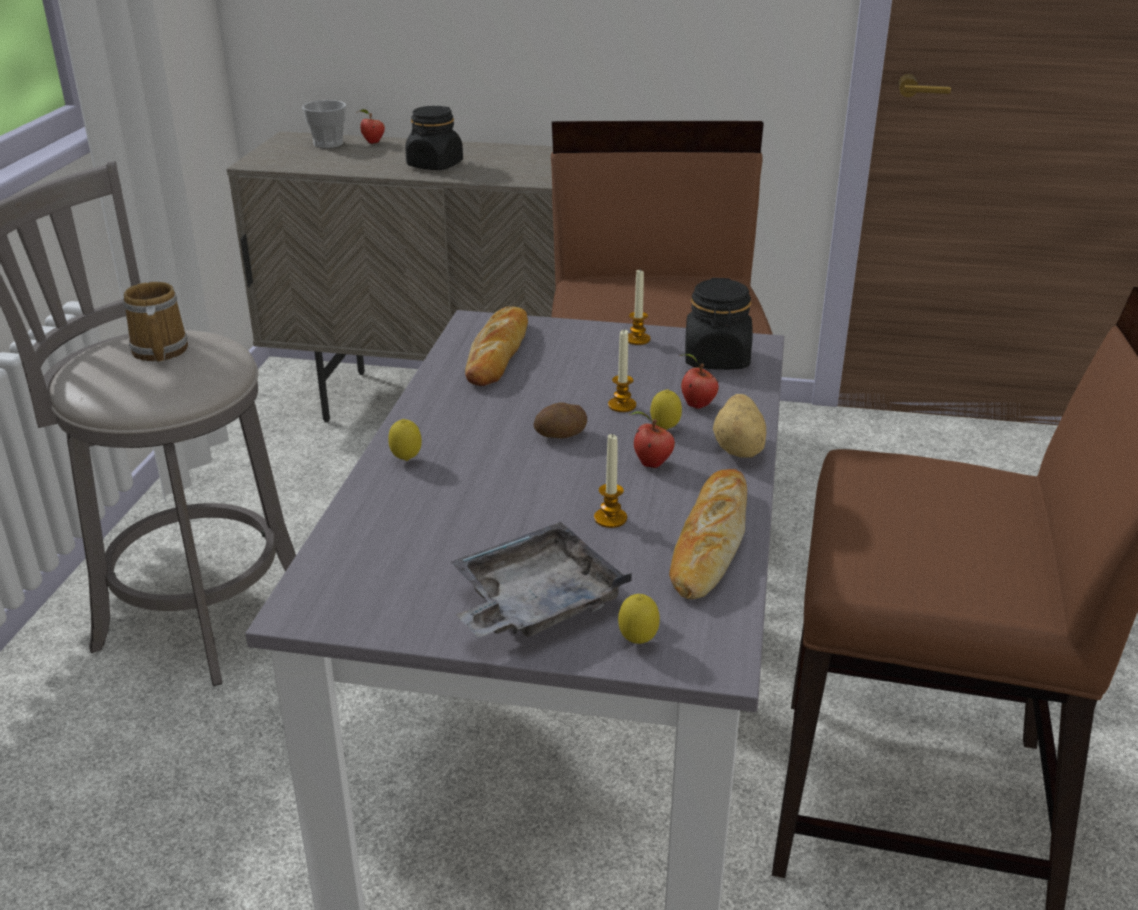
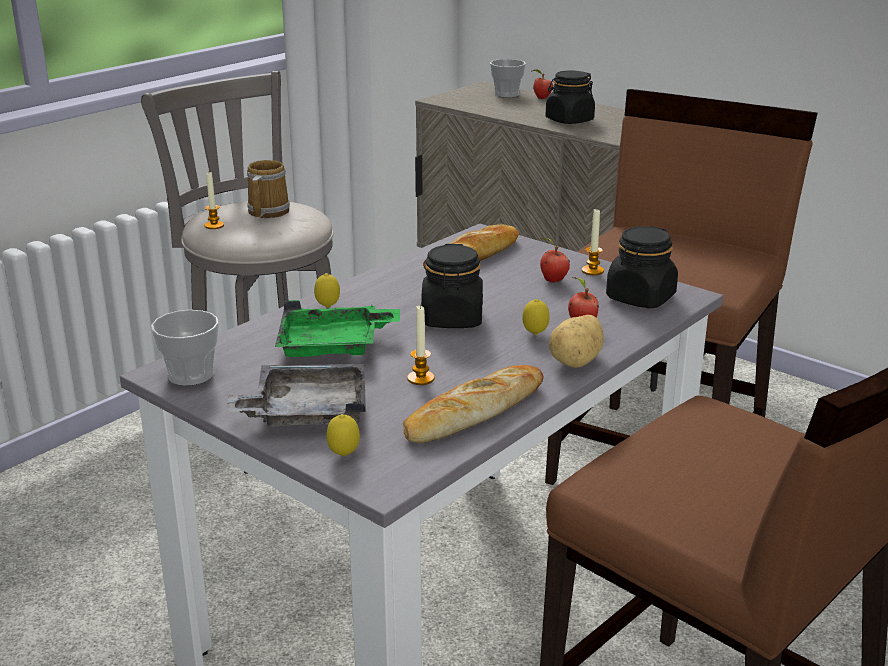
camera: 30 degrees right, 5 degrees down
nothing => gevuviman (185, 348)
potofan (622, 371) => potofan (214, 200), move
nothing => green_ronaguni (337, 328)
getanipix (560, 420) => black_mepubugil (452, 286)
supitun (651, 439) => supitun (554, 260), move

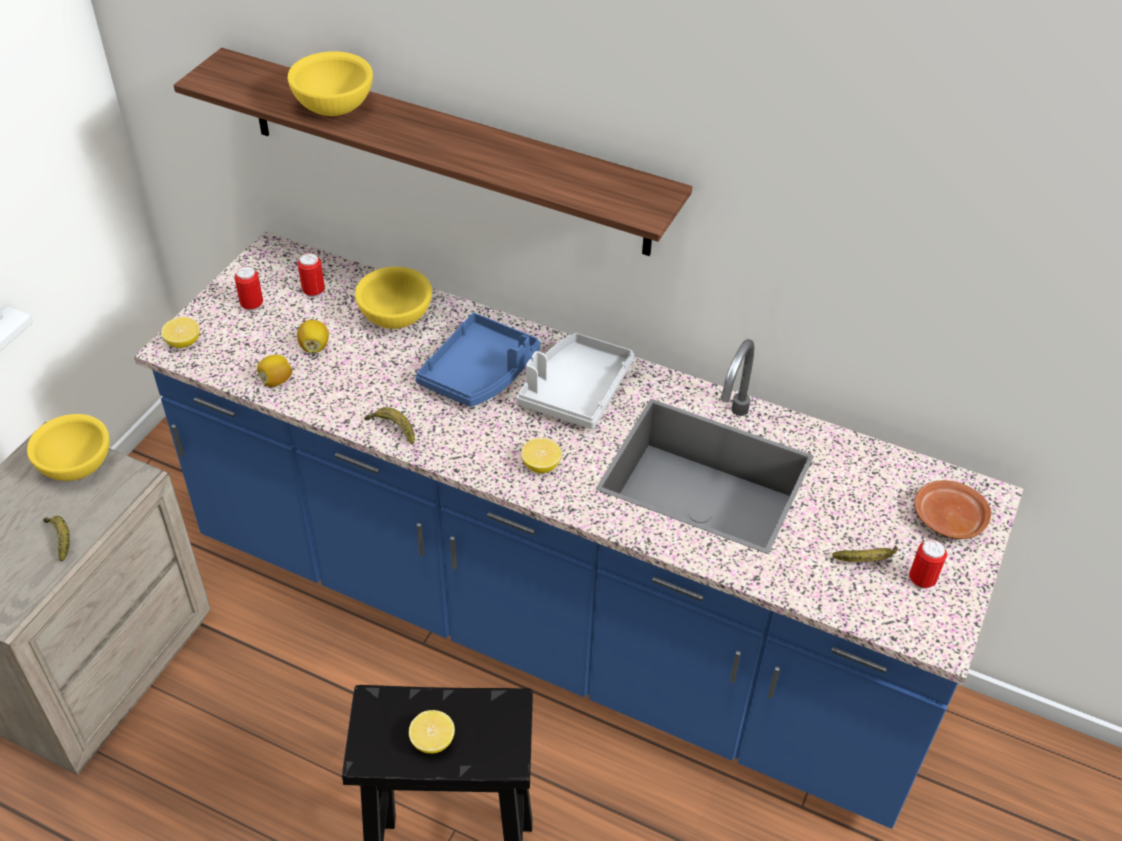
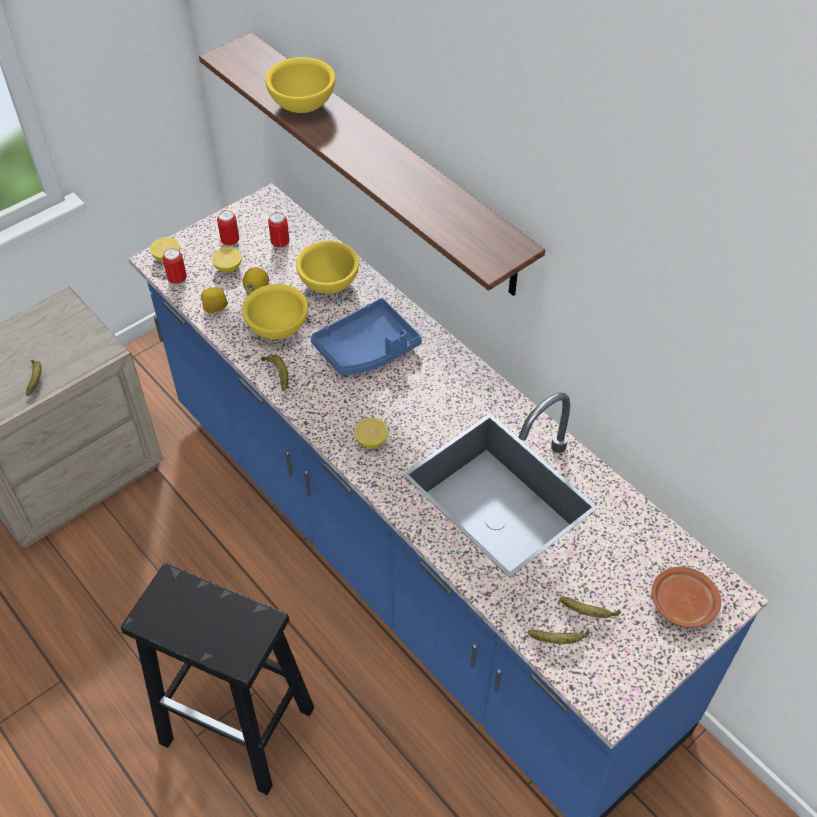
camera: 25 degrees right, 5 degrees up
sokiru (928, 564) => sokiru (175, 266), move
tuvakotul (432, 732) => tuvakotul (227, 259), move
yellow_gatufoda (68, 447) => yellow_gatufoda (275, 312), move
nothing => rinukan (559, 637)
grey_ronaguni (575, 381) => nothing

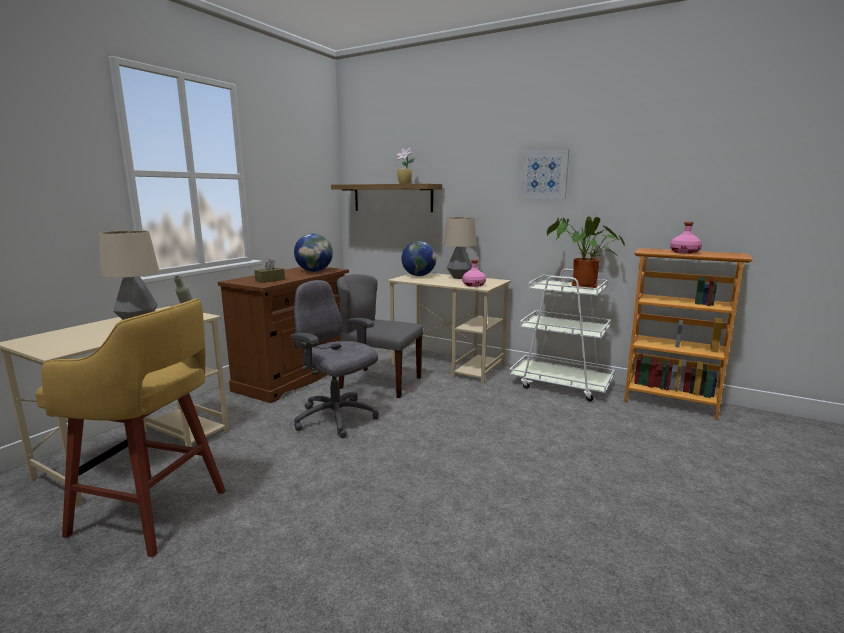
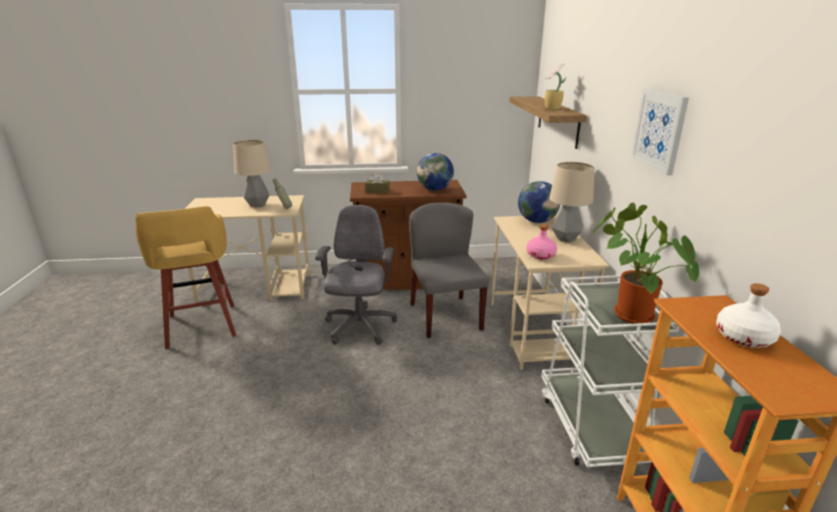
camera: 55 degrees right, 10 degrees up
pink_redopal (686, 238) => white_redopal (748, 315)

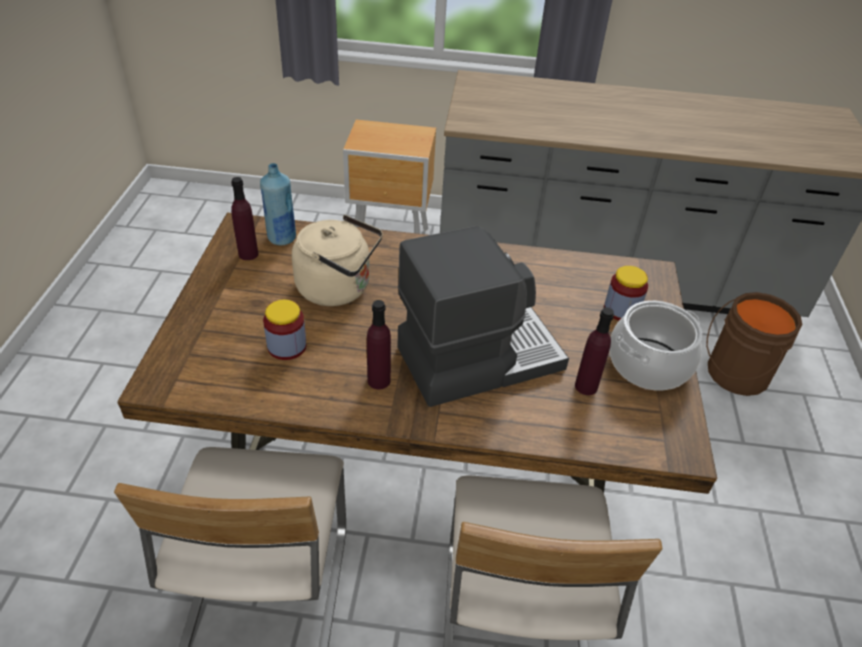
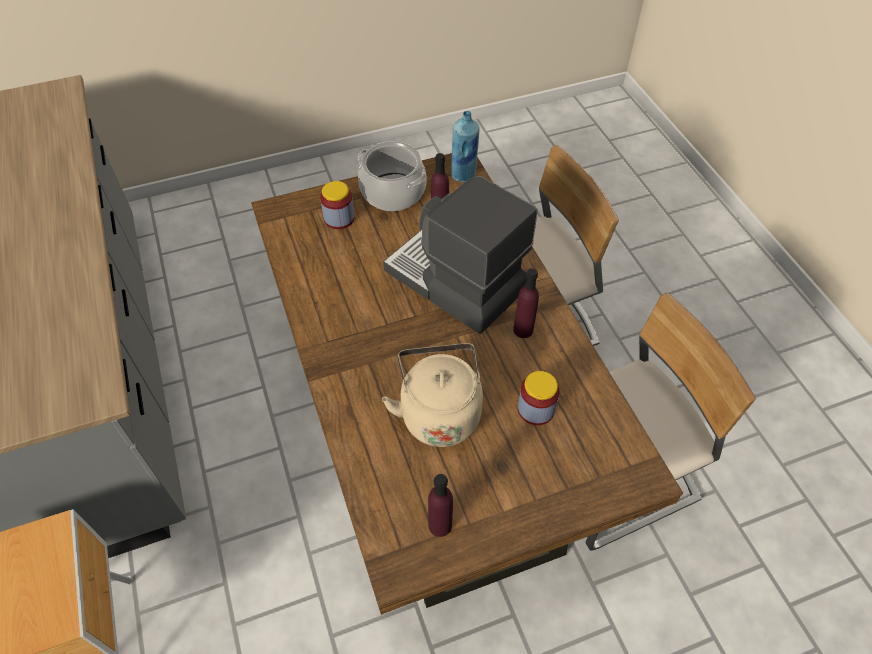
camera: 115 degrees left, 10 degrees up
blue_redopal (278, 204) => blue_redopal (465, 146), move
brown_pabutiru (754, 344) => nothing

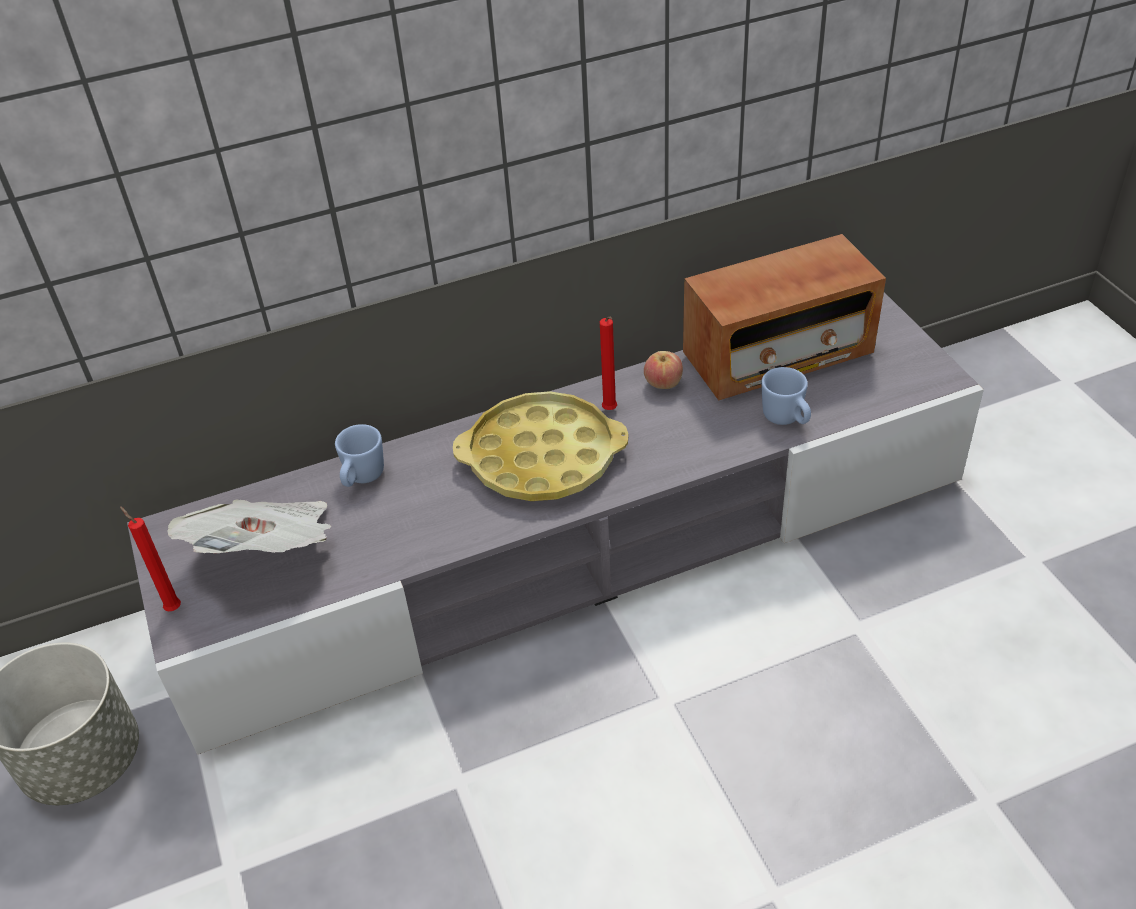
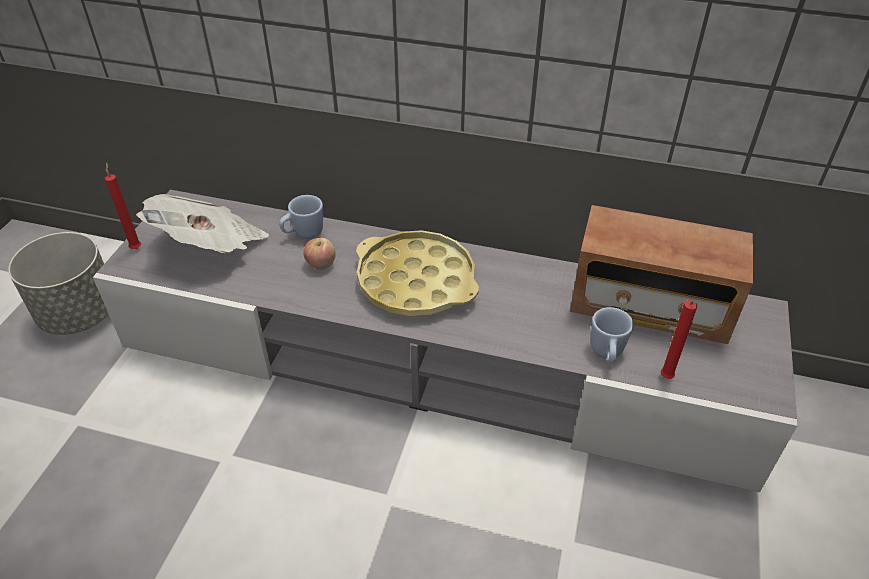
camera: 35 degrees right, 0 degrees up
supitun (663, 370) => supitun (319, 254), move
red_potofan (608, 363) => red_potofan (679, 339), move

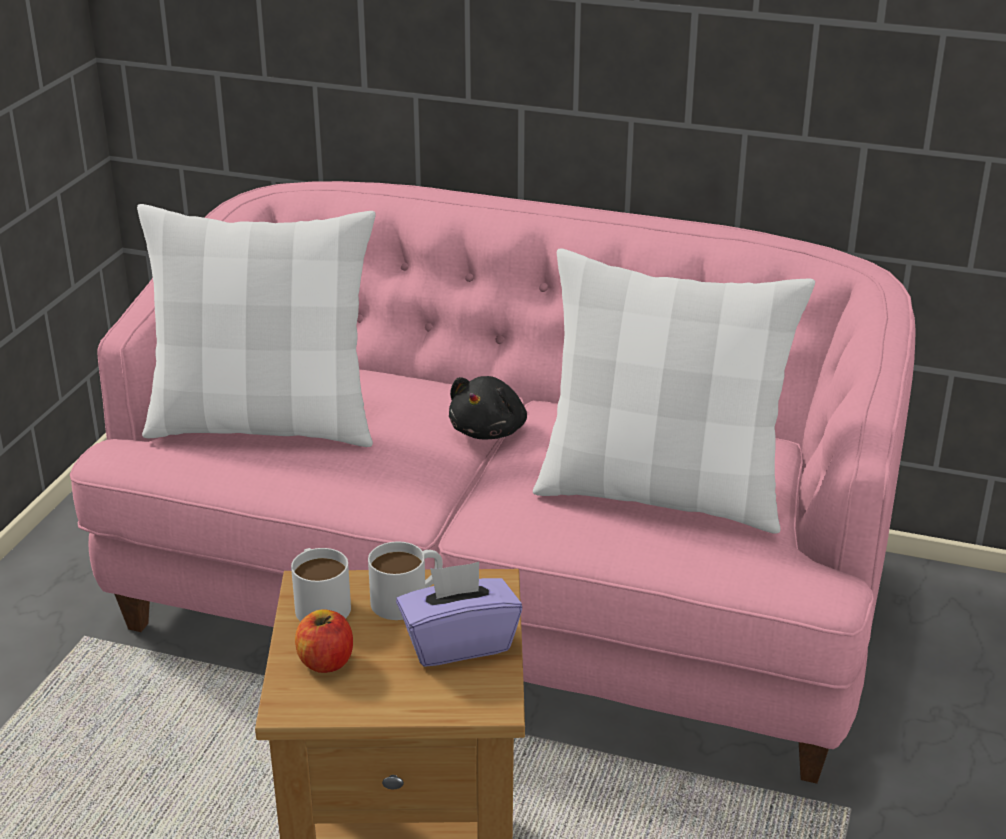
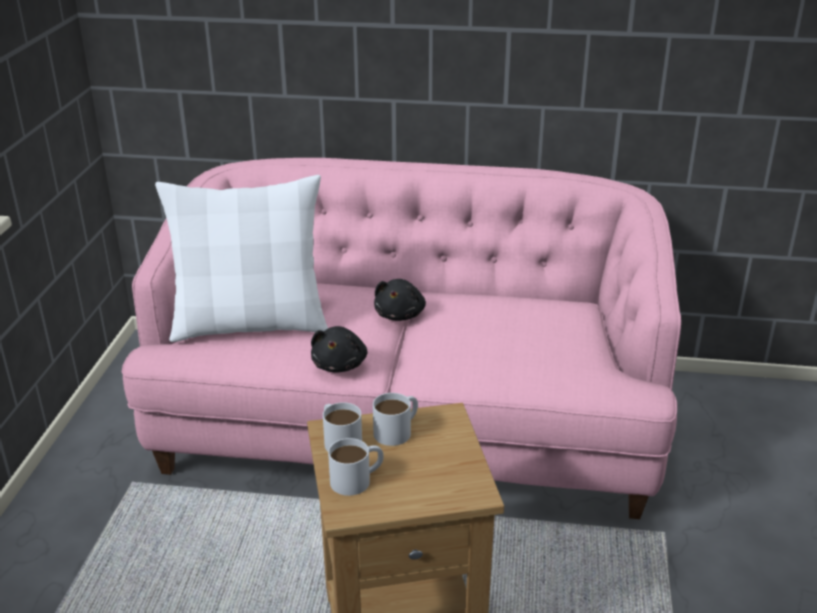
camera: 10 degrees left, 0 degrees up
nothing => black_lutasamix (339, 349)
supitun (324, 641) => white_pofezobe (356, 467)
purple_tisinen (459, 614) => nothing
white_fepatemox (674, 391) => nothing

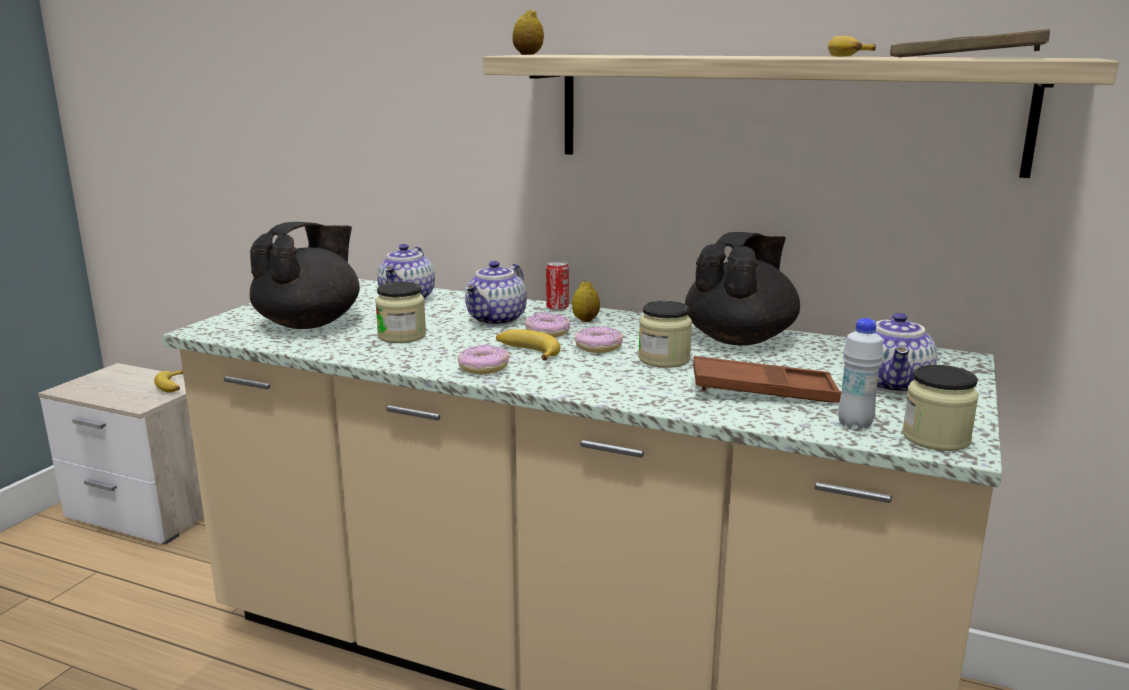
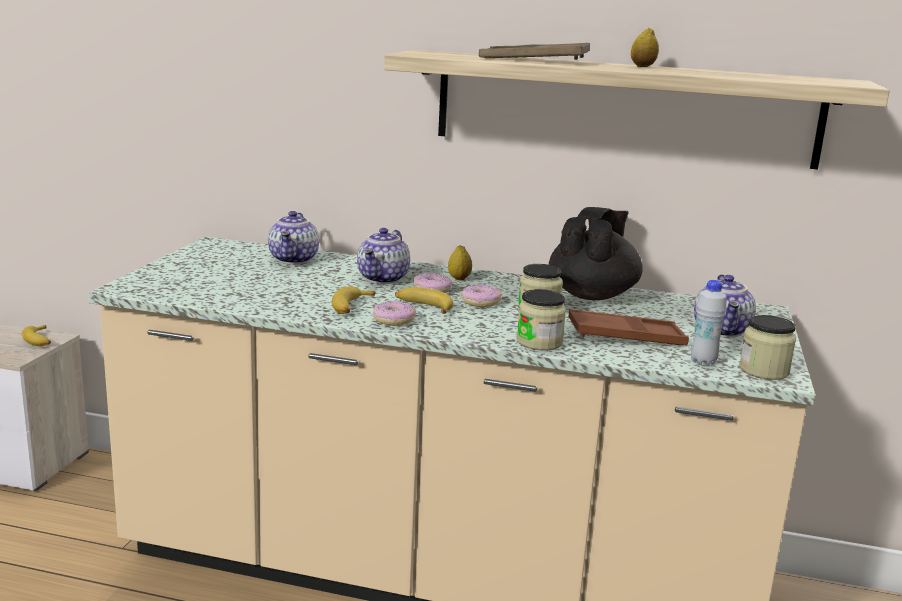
camera: 10 degrees left, 0 degrees up
rinukan (852, 46) => rinukan (354, 300), move
brown_ronaguni (970, 43) => brown_ronaguni (534, 51), move
mepubugil (400, 312) => mepubugil (541, 319), move
tuvakotul (528, 32) => tuvakotul (645, 47), move
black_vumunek (305, 275) => nothing
sokiru (557, 286) => nothing

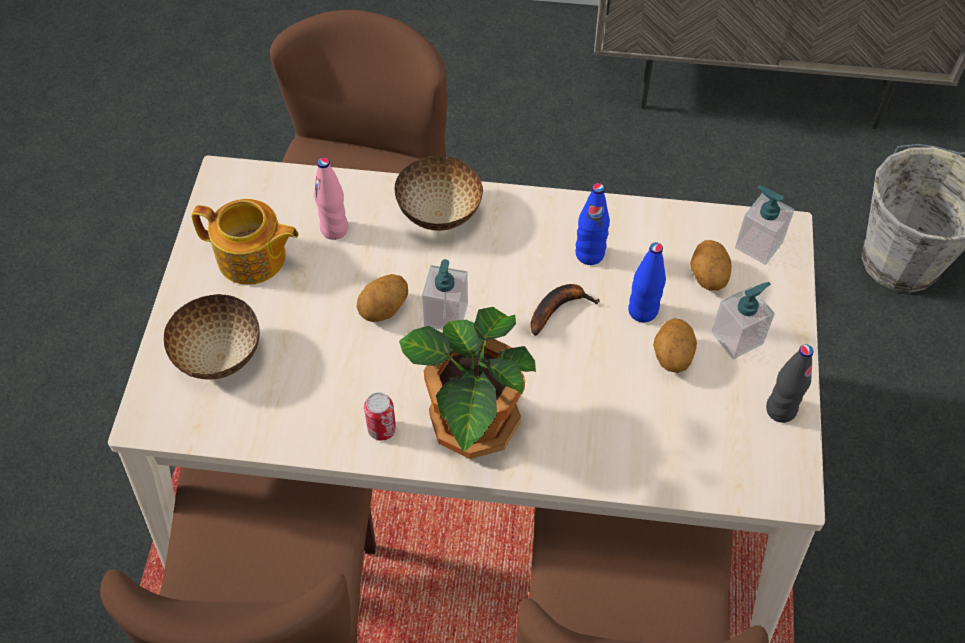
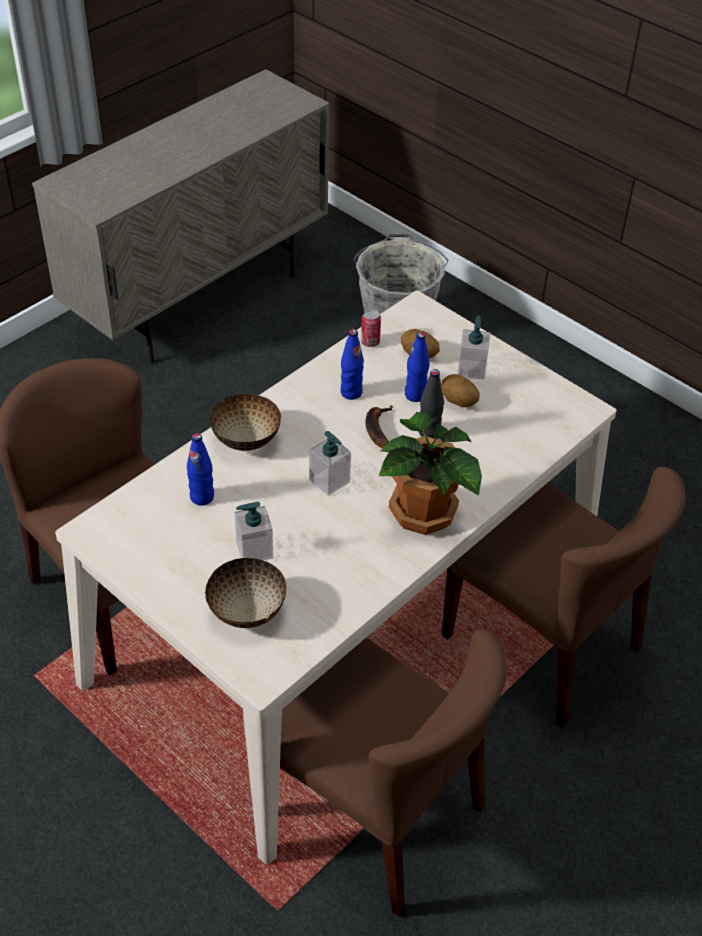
camera: 55 degrees left, 10 degrees down
pink_redopal (331, 198) => blue_redopal (200, 469)
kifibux (764, 225) => kifibux (254, 531), move
sokiru (380, 416) => sokiru (371, 328), move
black_redopal (790, 383) => black_redopal (431, 404), move
vumunek (245, 242) => nothing
getanipix (382, 298) => nothing

